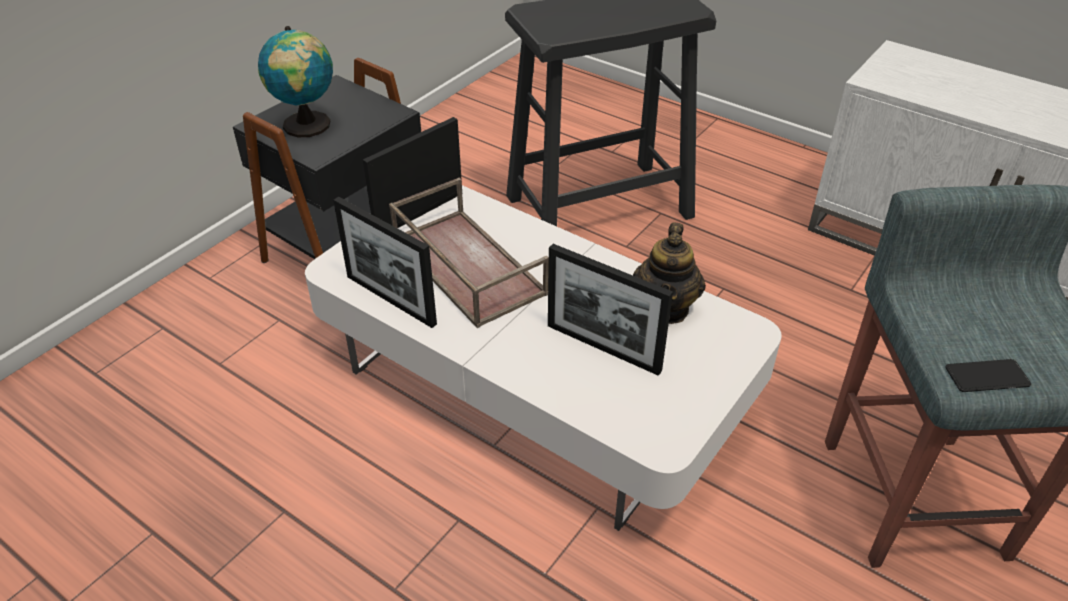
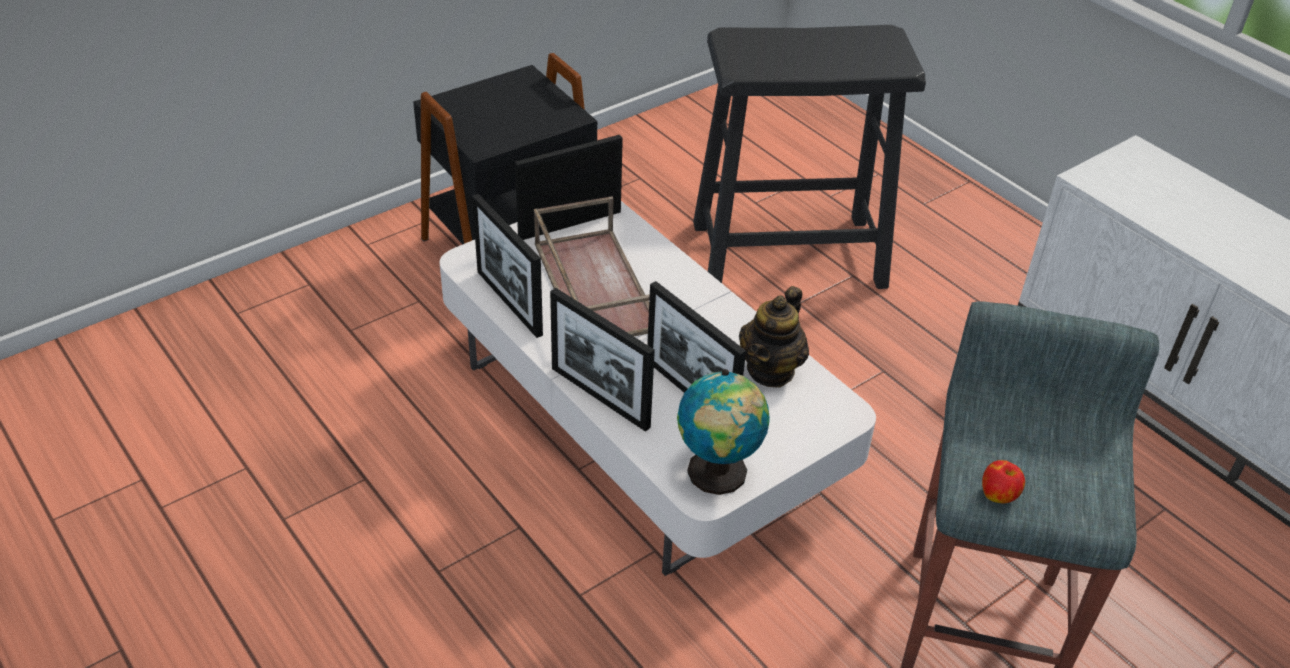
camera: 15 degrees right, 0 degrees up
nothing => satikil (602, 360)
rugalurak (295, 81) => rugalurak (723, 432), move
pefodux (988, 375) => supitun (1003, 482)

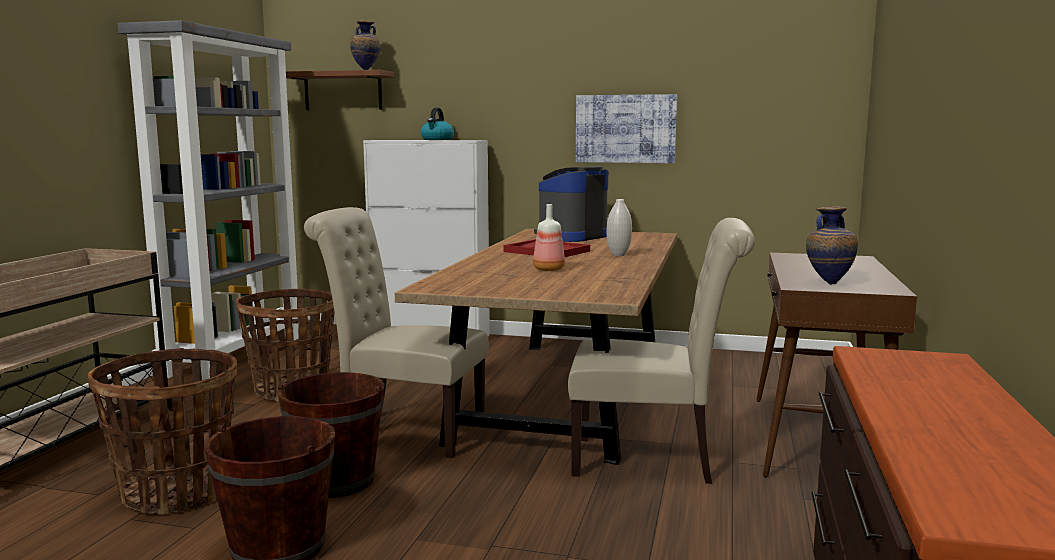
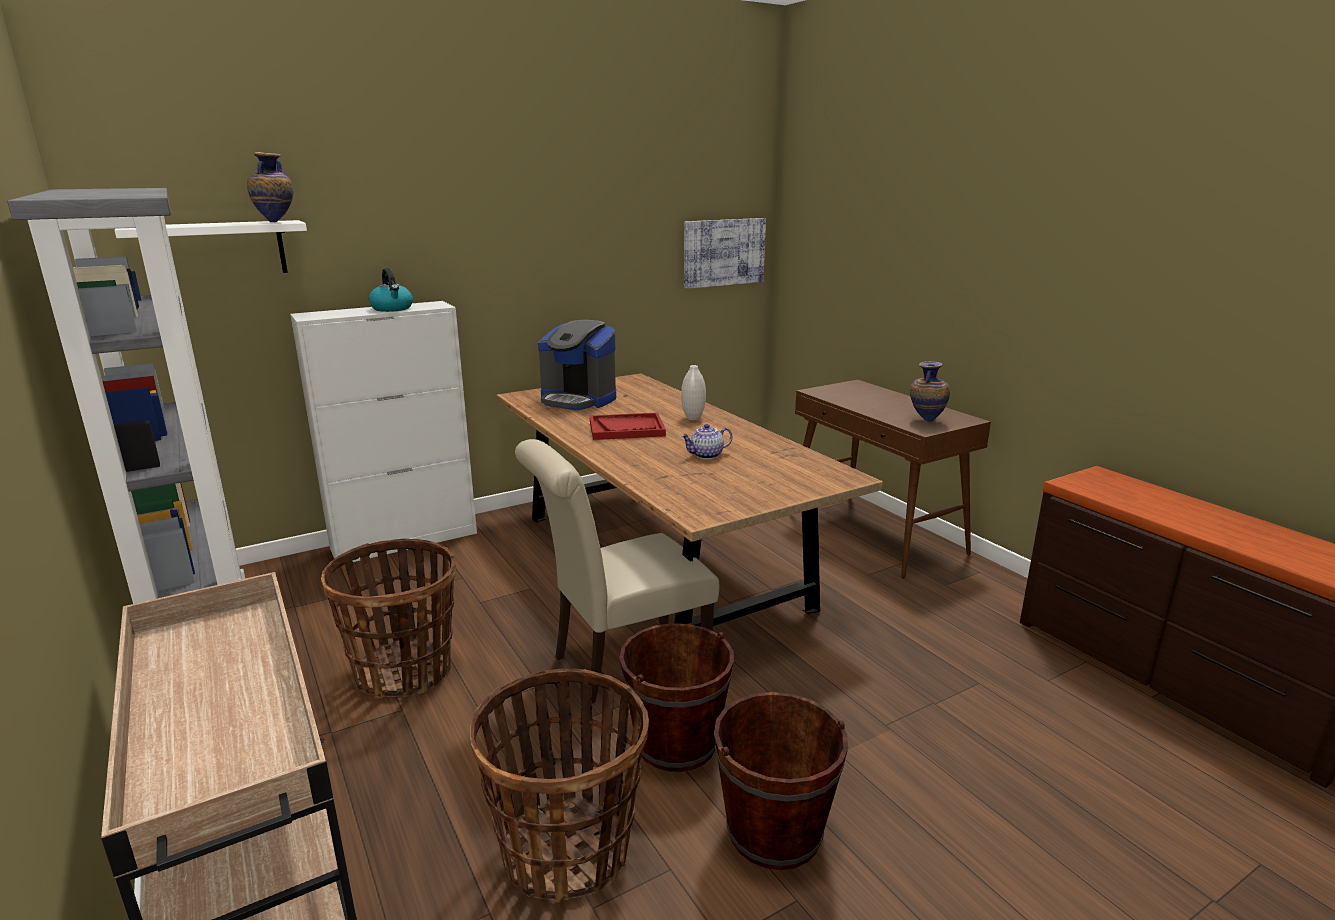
camera: 45 degrees left, 10 degrees up
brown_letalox (340, 90) => white_letalox (211, 246)
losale (571, 204) => losale (577, 365), 60 degrees counterclockwise
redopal (549, 237) => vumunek (706, 441)
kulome (626, 128) => kulome (725, 253), move
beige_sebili (661, 351) => nothing

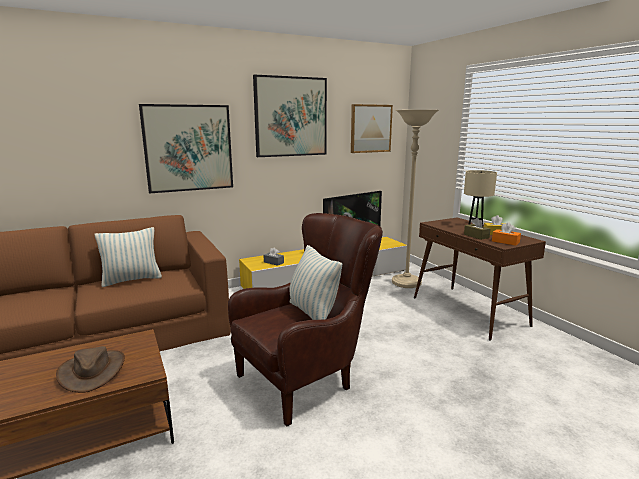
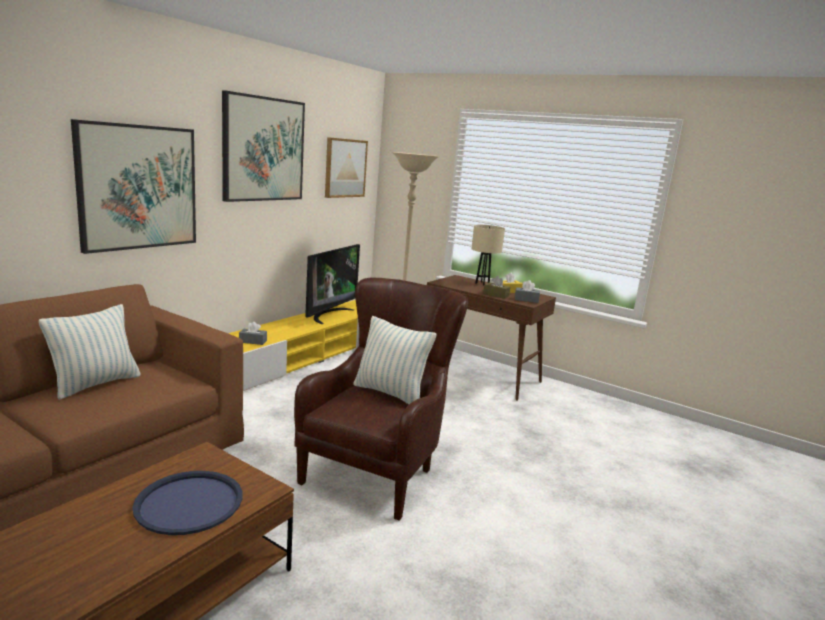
camera: 30 degrees left, 0 degrees up
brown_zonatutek (90, 369) => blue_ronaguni (187, 503)
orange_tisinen (506, 234) => grey_tisinen (527, 291)

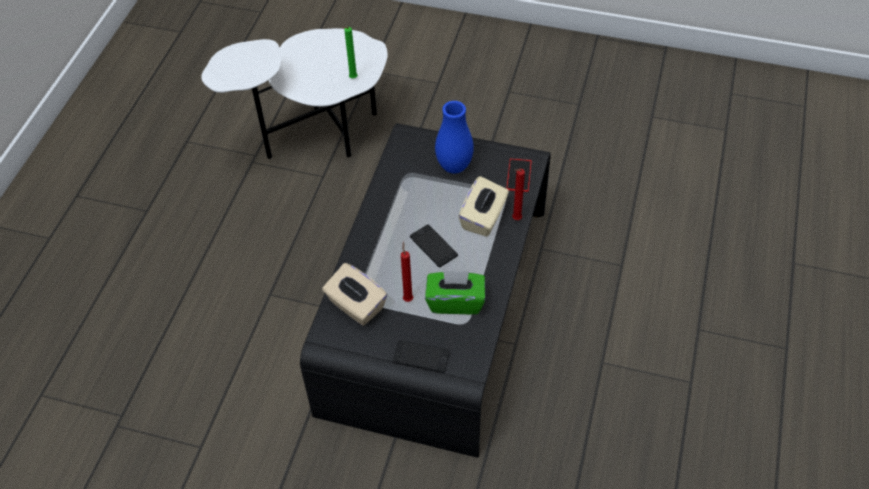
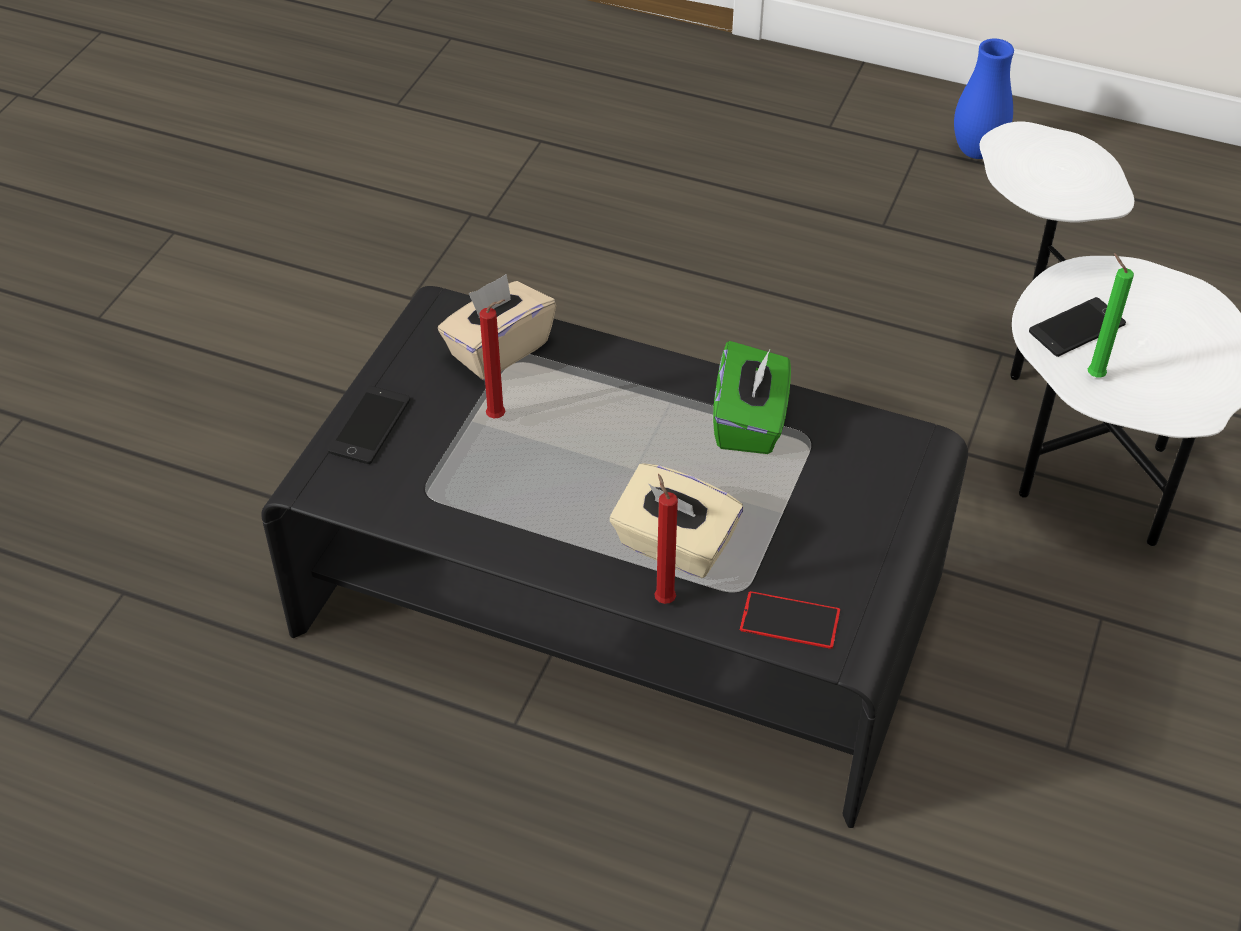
camera: 95 degrees right, 5 degrees down
green_tisinen (455, 292) => green_tisinen (752, 397), move
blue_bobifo (454, 137) => blue_bobifo (984, 99), move
pefodux (434, 245) => pefodux (1077, 327), move

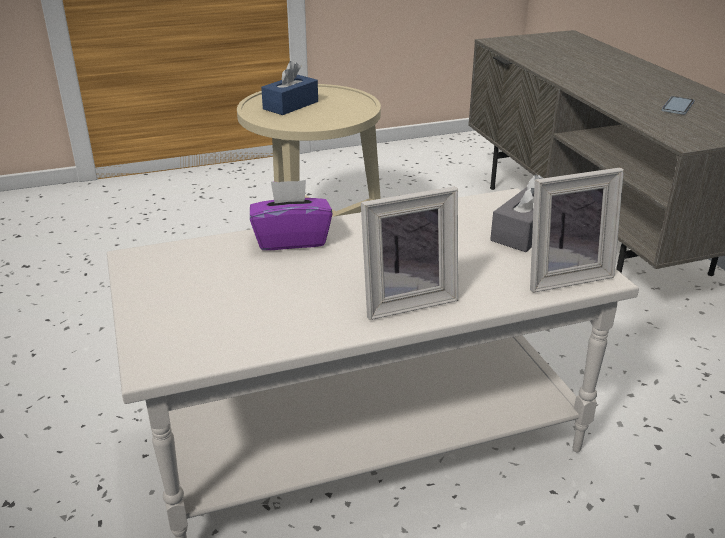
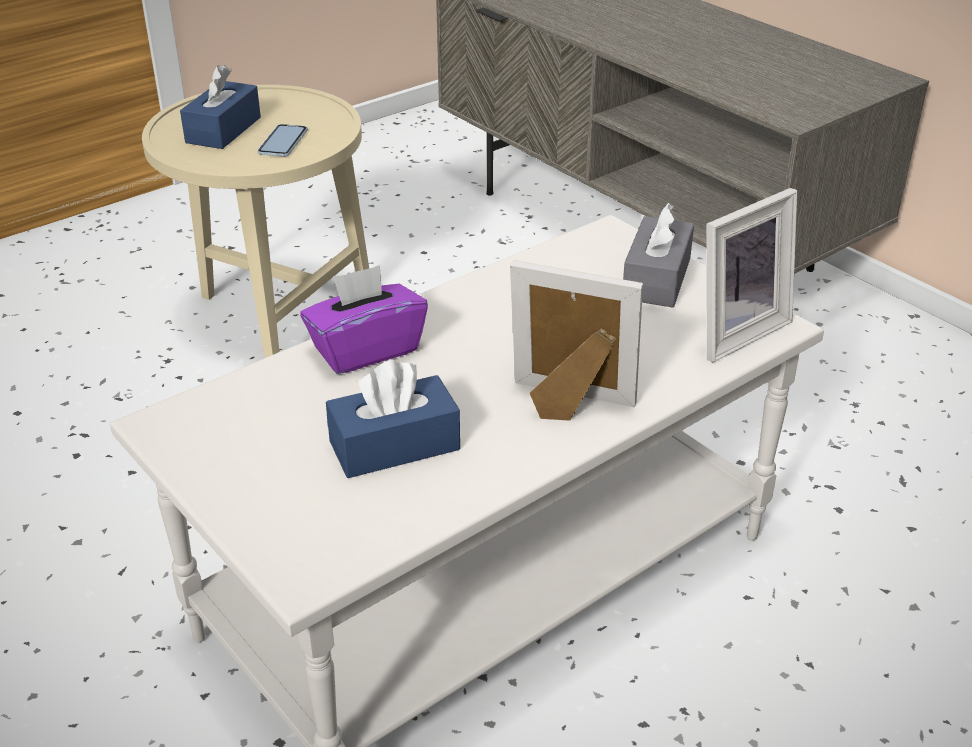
camera: 20 degrees left, 5 degrees up
pefodux (678, 105) => pefodux (283, 140), move
nothing => blue_tisinen (393, 419)
satikil (409, 253) => satikil (576, 340), 120 degrees counterclockwise

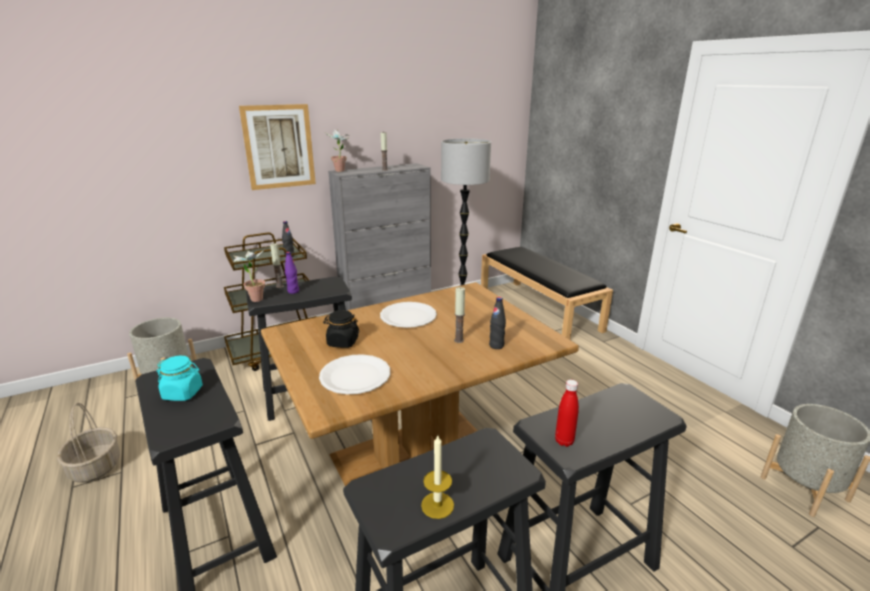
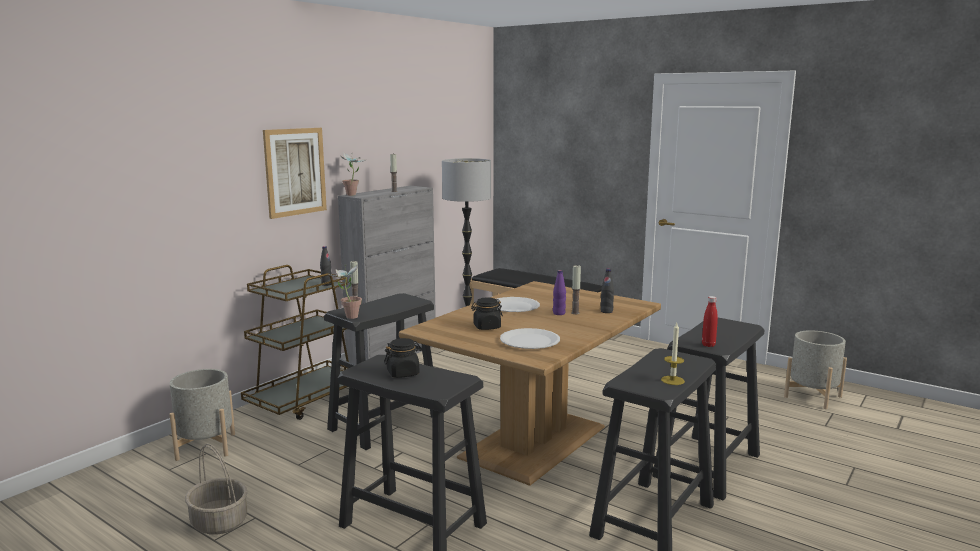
camera: 25 degrees left, 10 degrees down
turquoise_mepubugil (180, 378) => black_mepubugil (403, 358)
purple_redopal (292, 273) => purple_redopal (559, 292), move

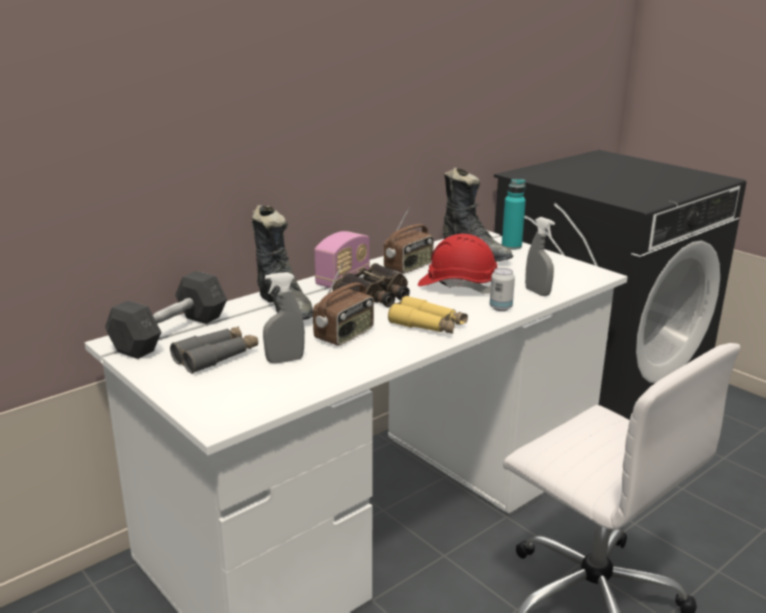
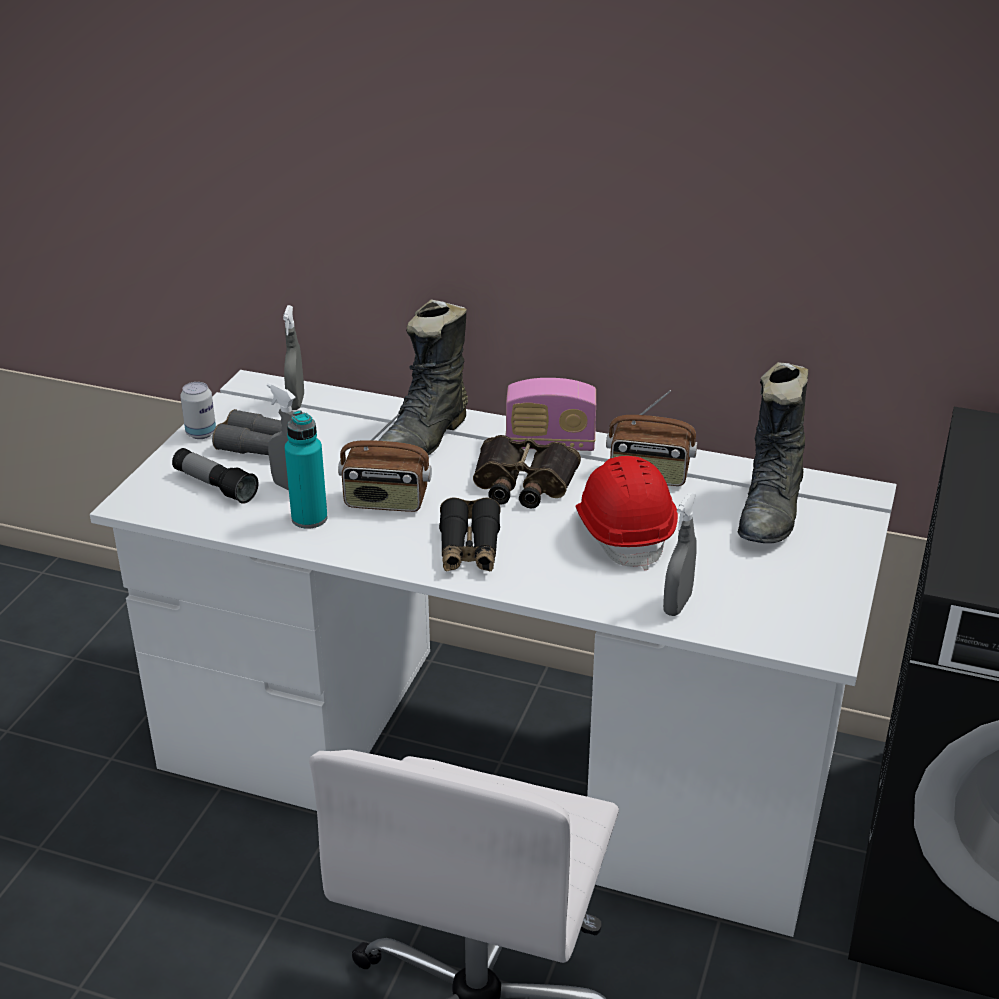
camera: 60 degrees right, 10 degrees up
nothing => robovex (215, 476)
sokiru (502, 289) => sokiru (198, 410), move
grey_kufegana (166, 315) => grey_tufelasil (293, 357)
turquoise_redopal (514, 214) => turquoise_redopal (306, 470), move
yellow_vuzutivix (428, 314) => black_vuzutivix (470, 534)

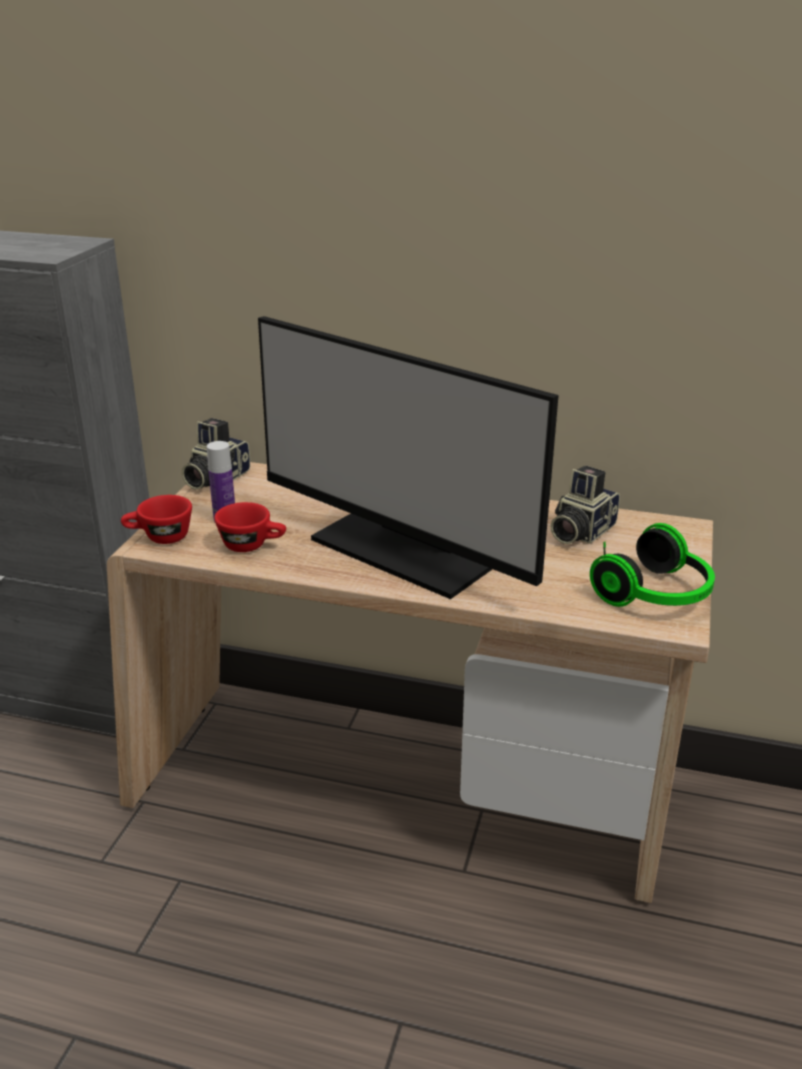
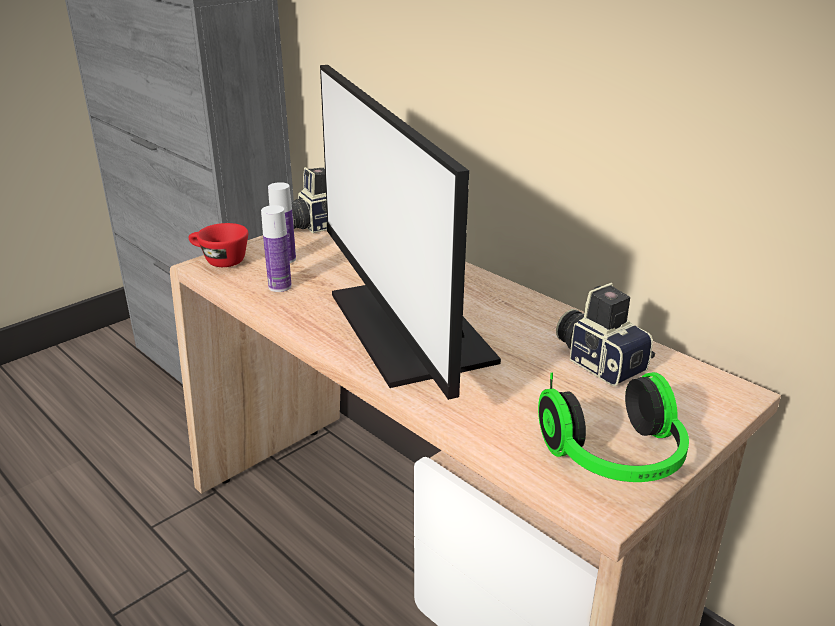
camera: 30 degrees right, 0 degrees up
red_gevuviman (250, 527) => redopal (276, 248)
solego (585, 504) => solego (605, 334), 75 degrees clockwise

